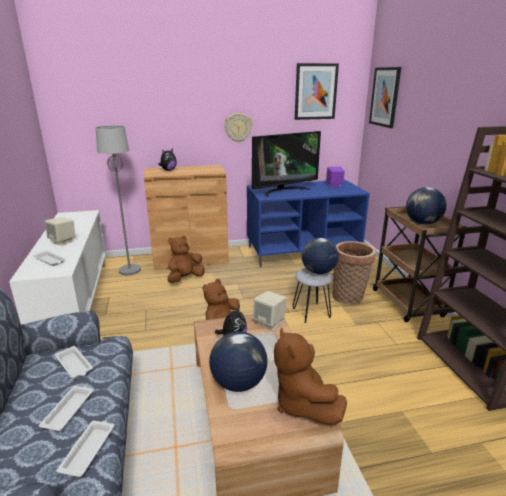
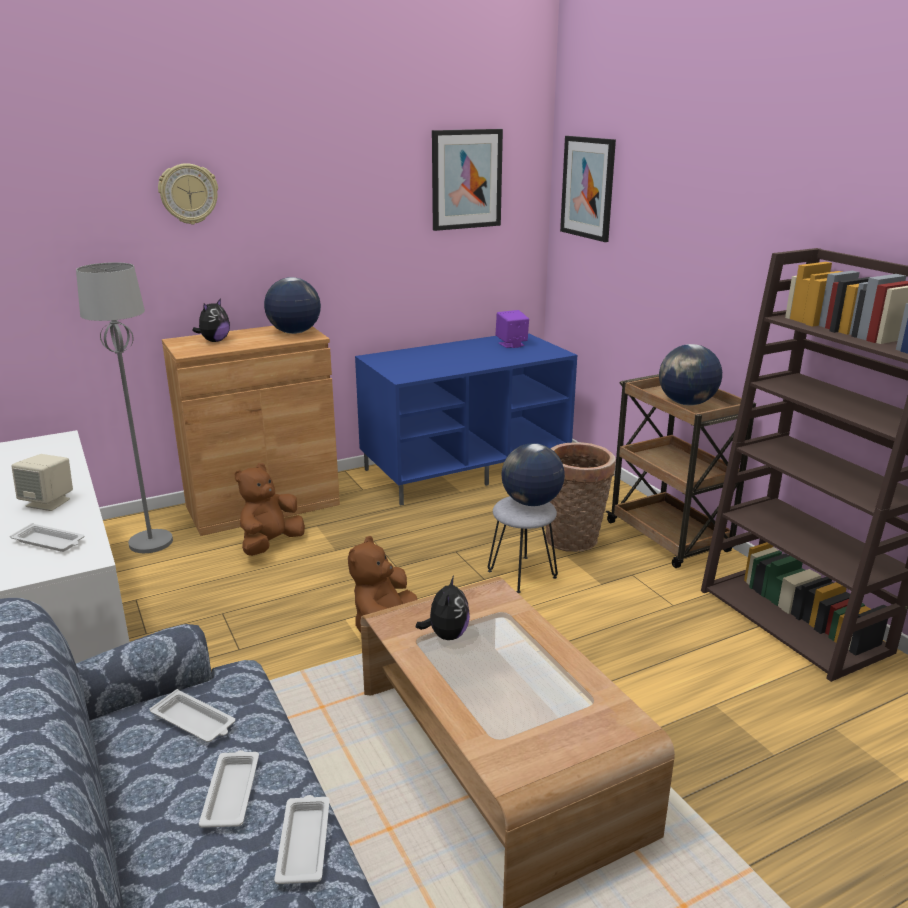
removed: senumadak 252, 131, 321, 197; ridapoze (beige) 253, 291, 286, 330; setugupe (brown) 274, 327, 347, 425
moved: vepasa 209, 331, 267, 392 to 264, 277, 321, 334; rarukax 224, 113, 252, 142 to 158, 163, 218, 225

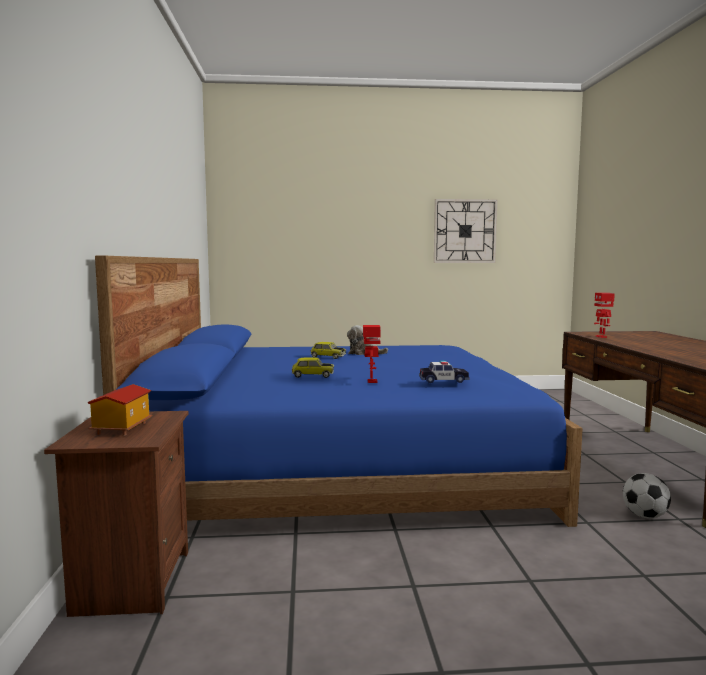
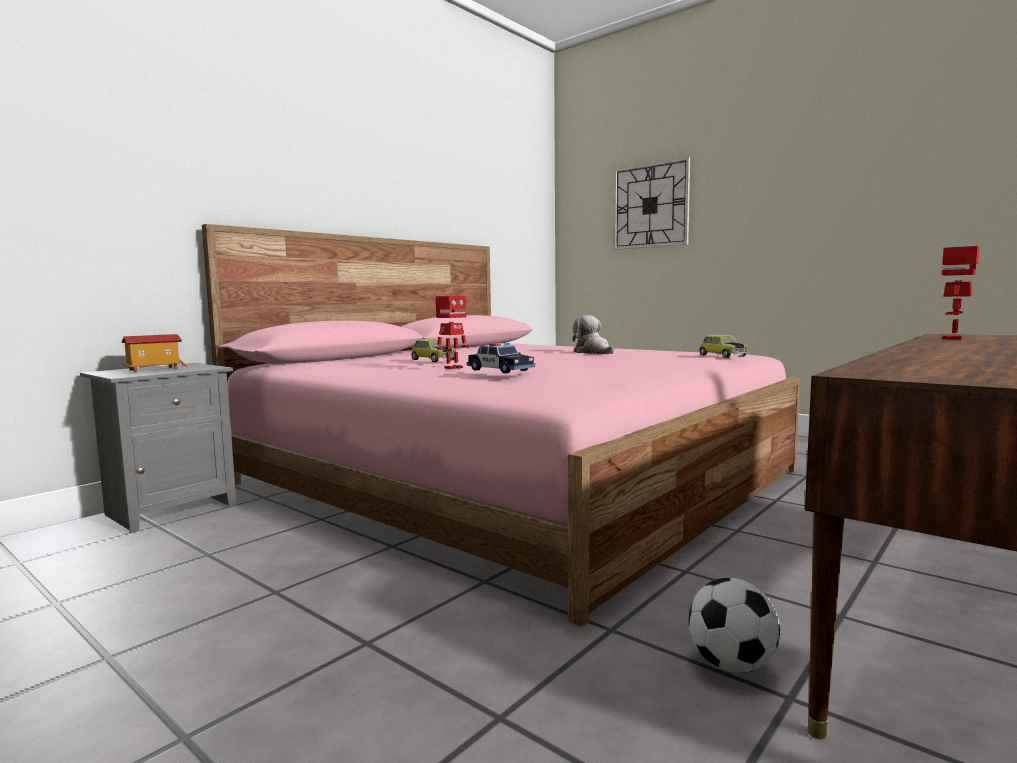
moved: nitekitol 310, 342, 346, 359 to 699, 335, 748, 358; rarukax 434, 199, 497, 263 to 613, 157, 690, 250
recoloured: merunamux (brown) 44, 411, 188, 617 to merunamux (grey) 80, 363, 237, 534; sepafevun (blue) 95, 256, 583, 527 to sepafevun (pink) 202, 224, 800, 627

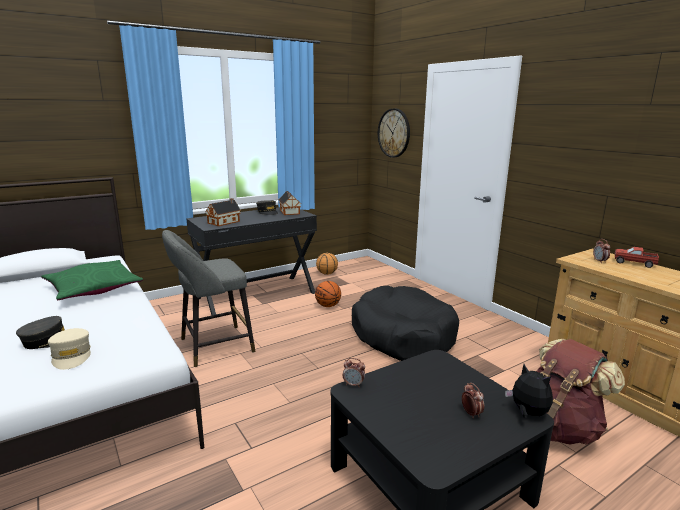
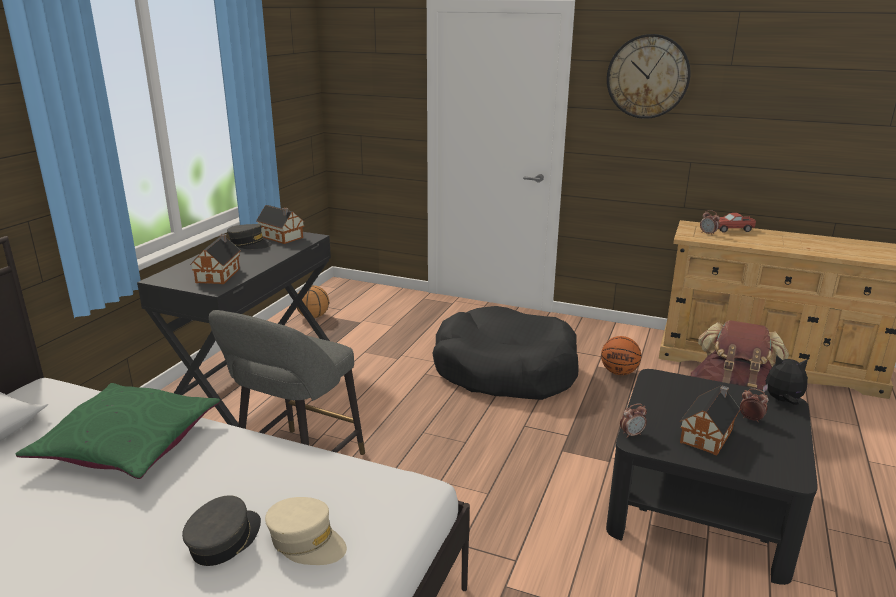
added: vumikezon 680, 386, 740, 456
moved: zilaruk 315, 281, 341, 307 to 601, 336, 641, 375; rarukax 378, 108, 410, 158 to 607, 34, 690, 119

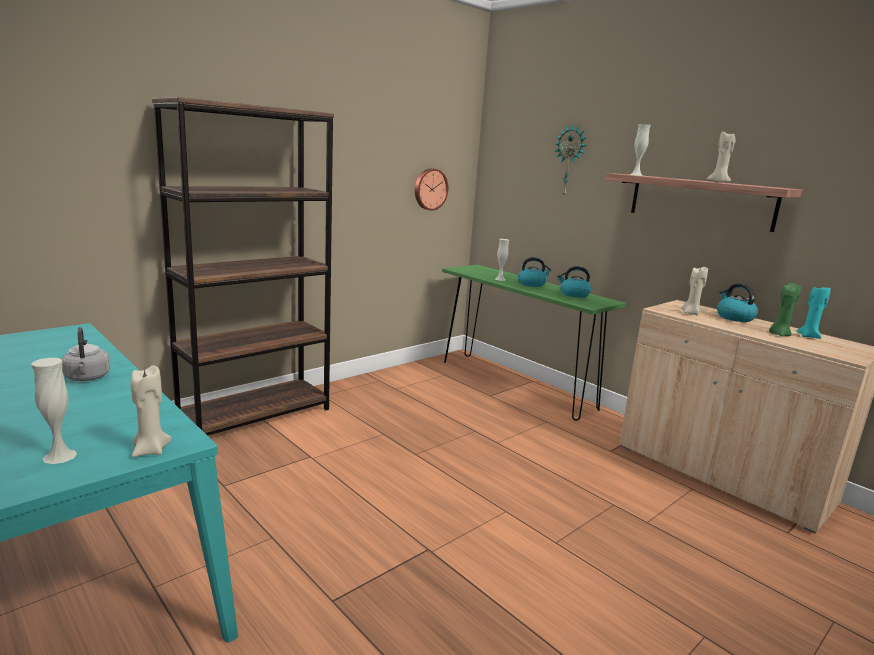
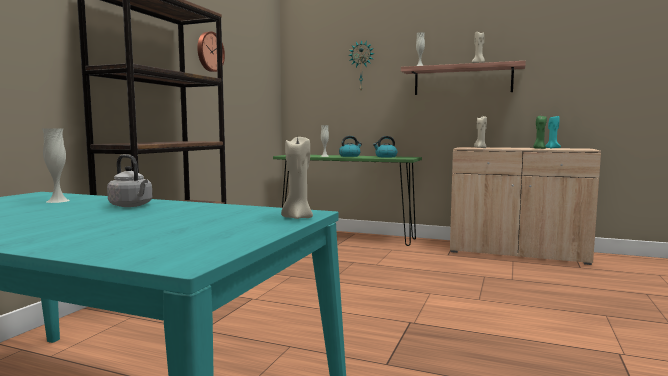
removed: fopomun 717, 283, 758, 322
moved: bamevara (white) 31, 358, 77, 464 to 42, 128, 70, 203; rarukax 415, 168, 448, 211 to 197, 31, 225, 72

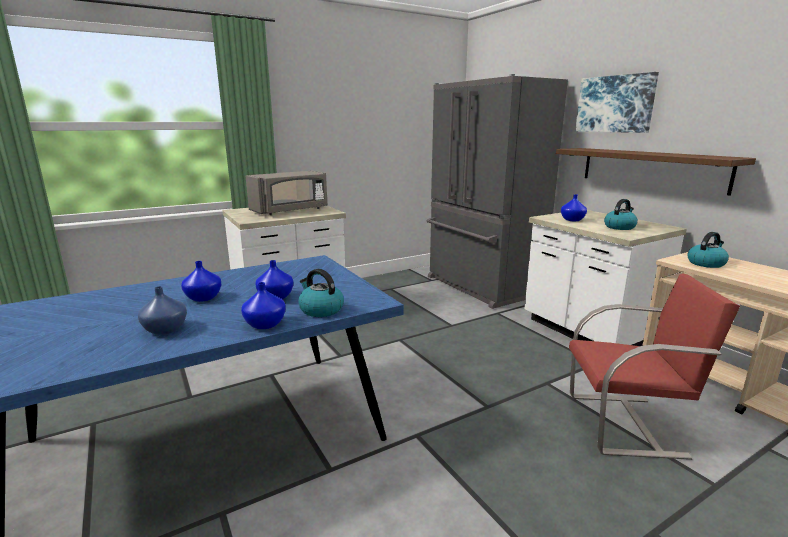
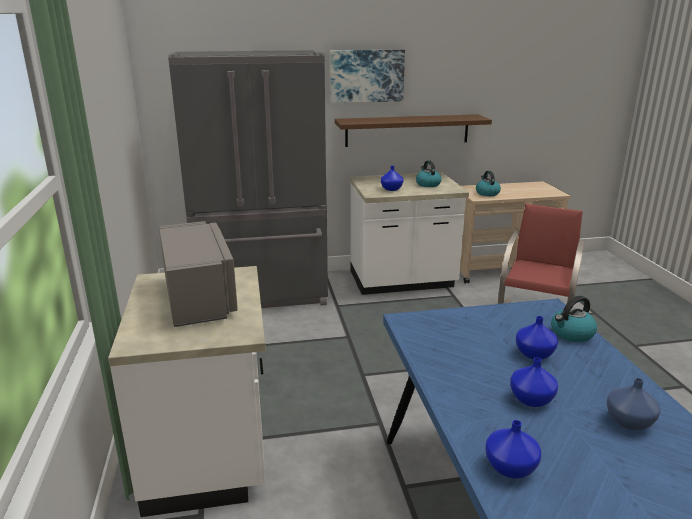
moved: bamevara (blue) 241, 282, 286, 329 to 485, 420, 541, 479

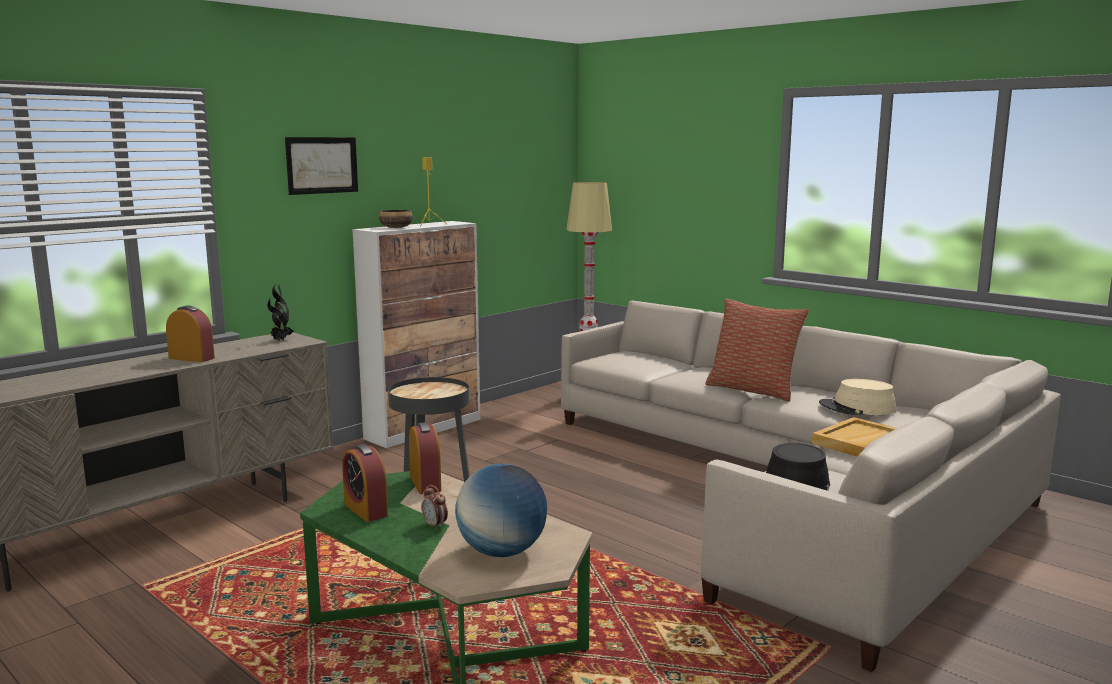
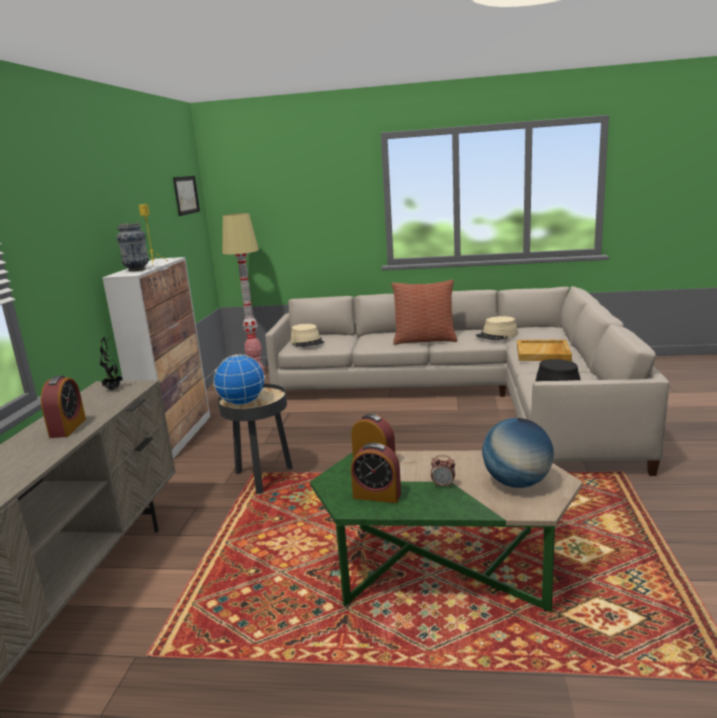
added: vepasa 214, 354, 265, 405; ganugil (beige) 290, 324, 324, 347
moved: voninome 285, 137, 358, 195 to 173, 176, 200, 216
replaced: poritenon 379, 210, 413, 228 to bamevara 117, 223, 149, 272
turned: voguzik 166, 305, 215, 362 = 41, 376, 86, 438 105 degrees clockwise

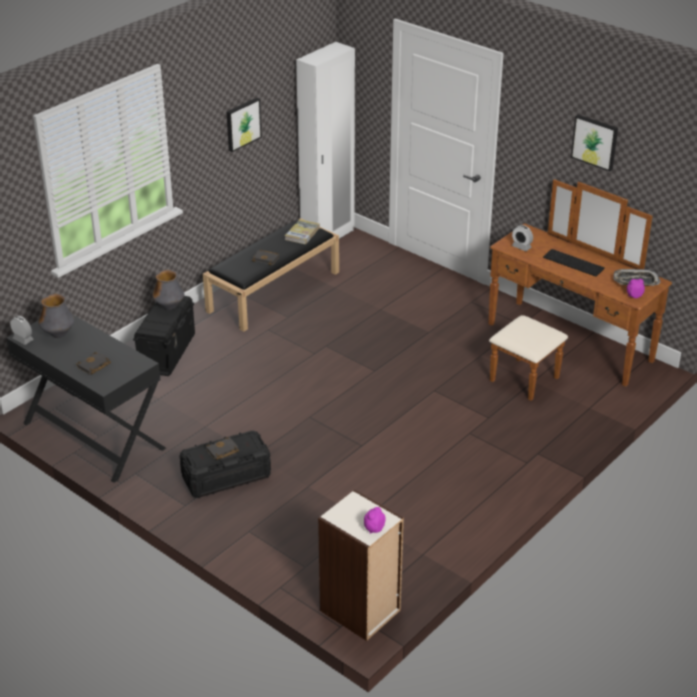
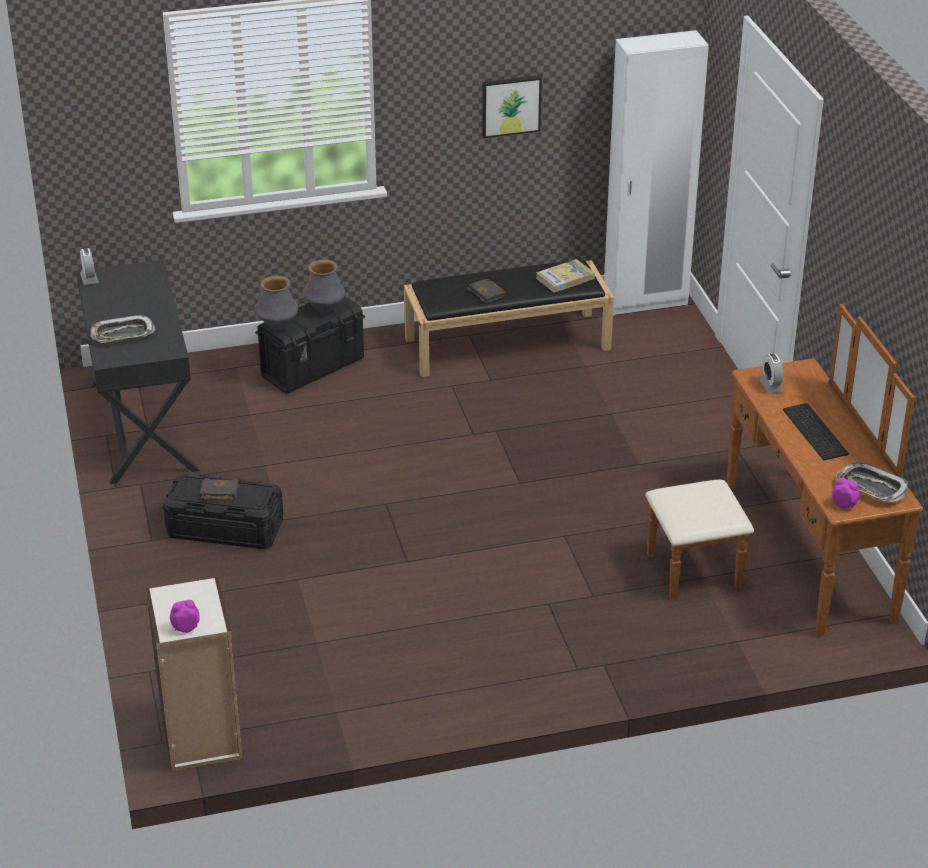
removed: voninome 571, 115, 618, 171
moved: bamevara 39, 294, 75, 338 to 255, 276, 298, 330
replaced: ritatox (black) 76, 352, 111, 375 to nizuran 90, 315, 156, 343

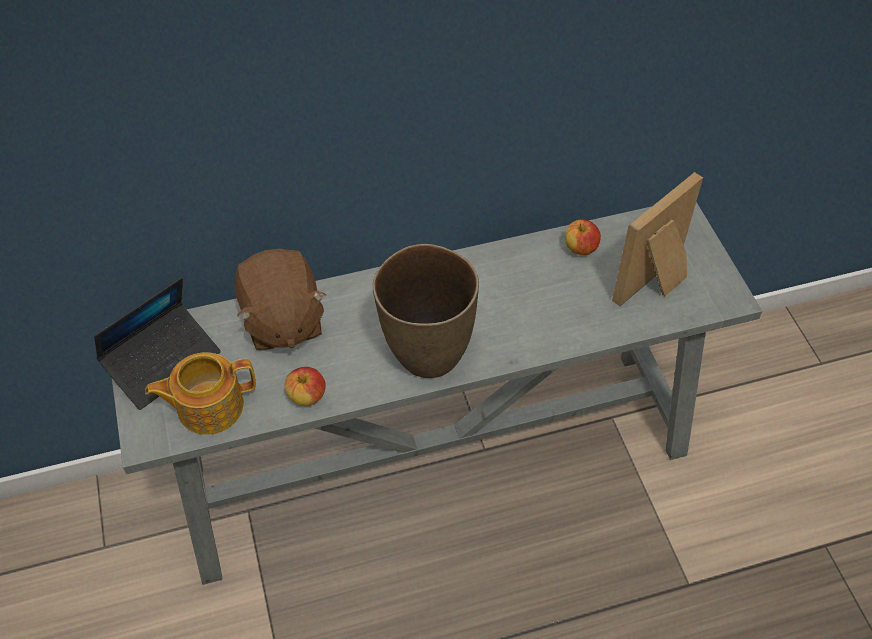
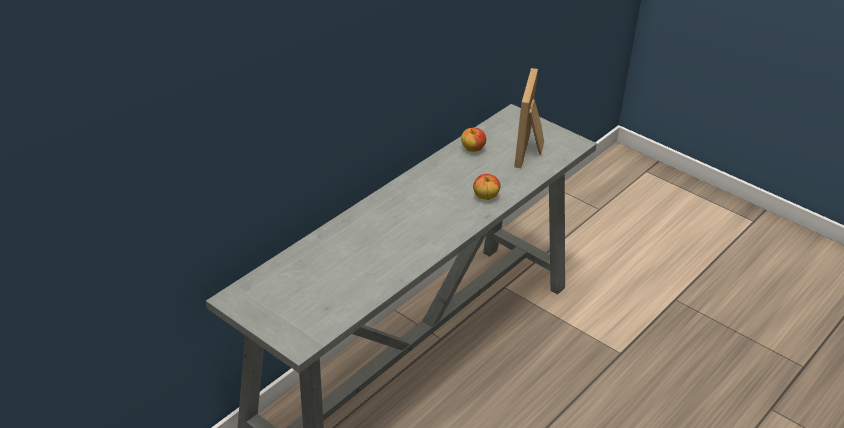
removed: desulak 94, 278, 221, 410; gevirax 145, 352, 256, 435; setugupe (brown) 235, 248, 326, 351; bamevara (brown) 373, 244, 479, 378
moved: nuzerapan 284, 367, 326, 406 to 473, 174, 501, 200

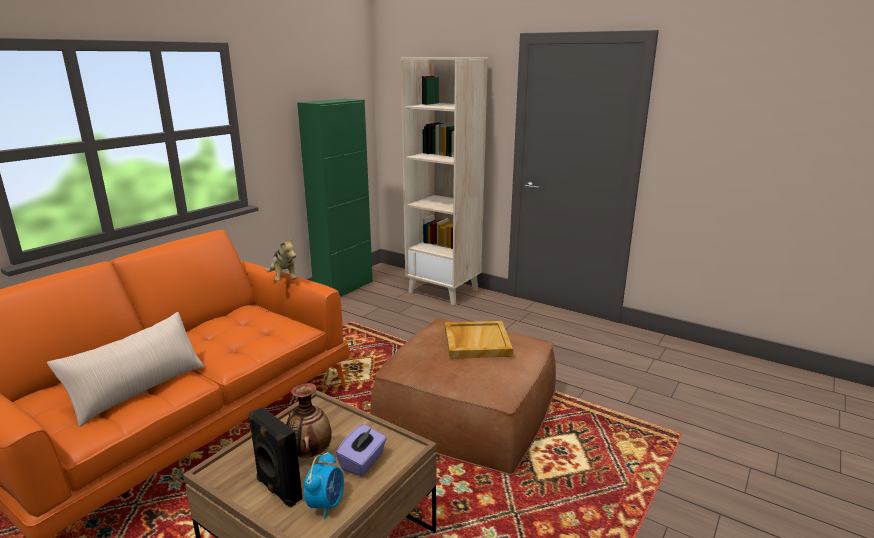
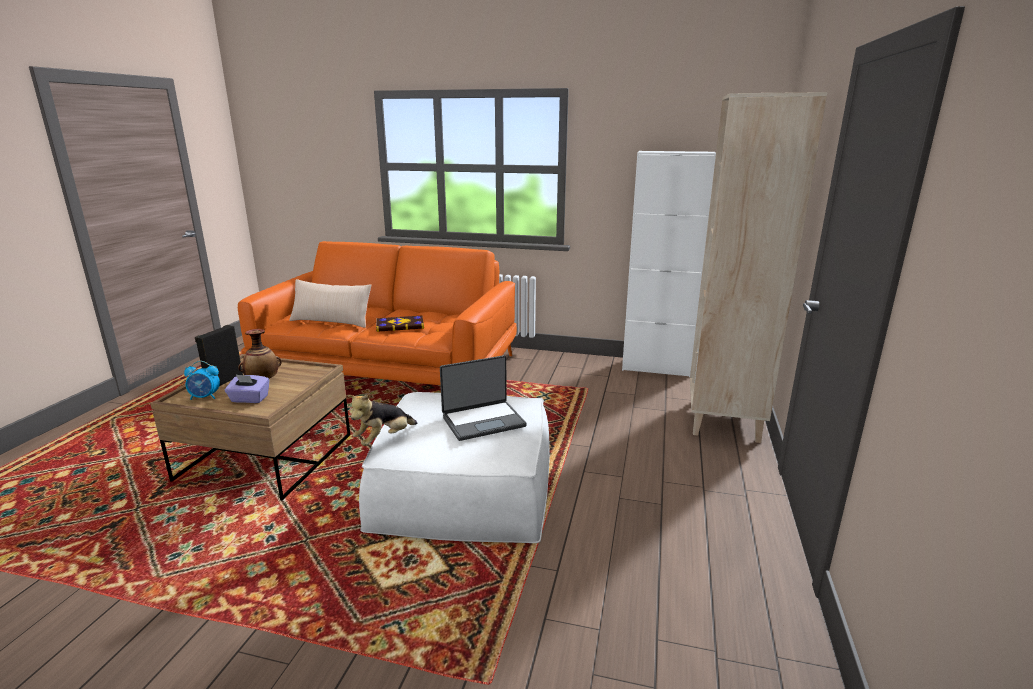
added: ritatox 376, 316, 424, 332
moved: setugupe 266, 237, 297, 281 to 348, 394, 418, 446
replaced: nizuran (beige) 445, 321, 513, 359 to desulak 440, 355, 527, 441
recoloured: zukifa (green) 297, 99, 373, 297 to zukifa (white) 622, 151, 716, 377; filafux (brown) 371, 318, 556, 475 to filafux (white) 359, 392, 550, 543

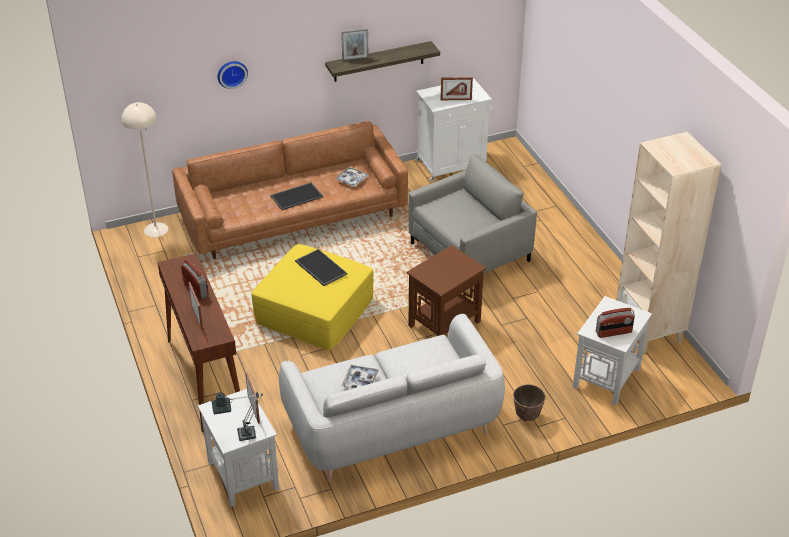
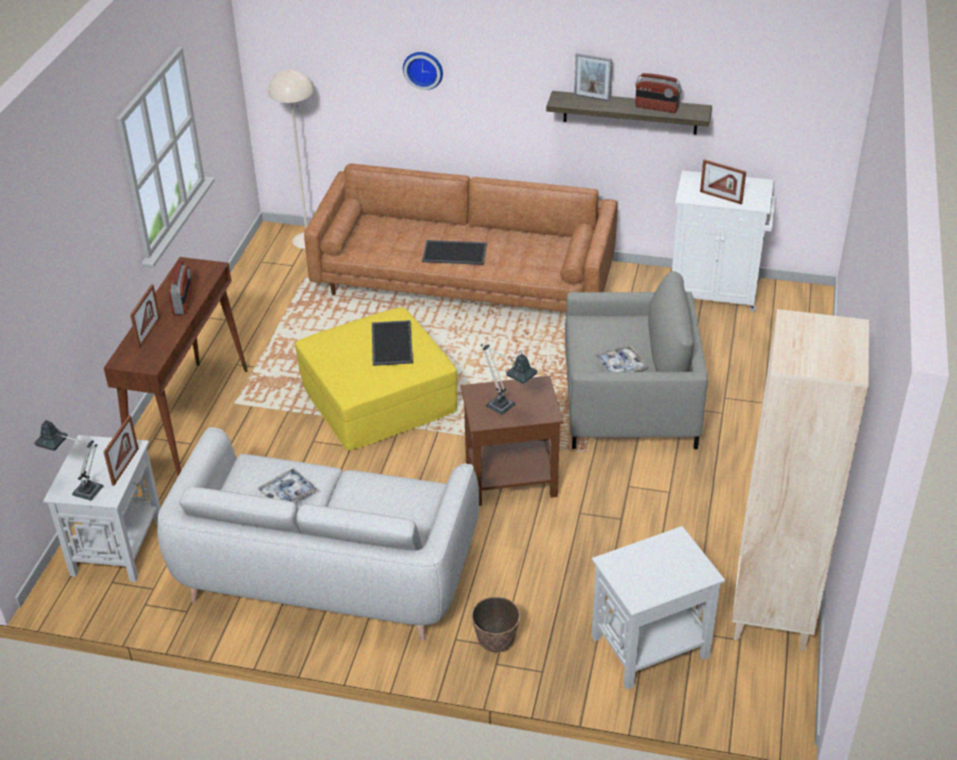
added: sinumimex 480, 344, 537, 415
moved: nizuran 335, 166, 369, 187 to 595, 345, 648, 372; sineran 596, 308, 635, 338 to 635, 73, 682, 113

